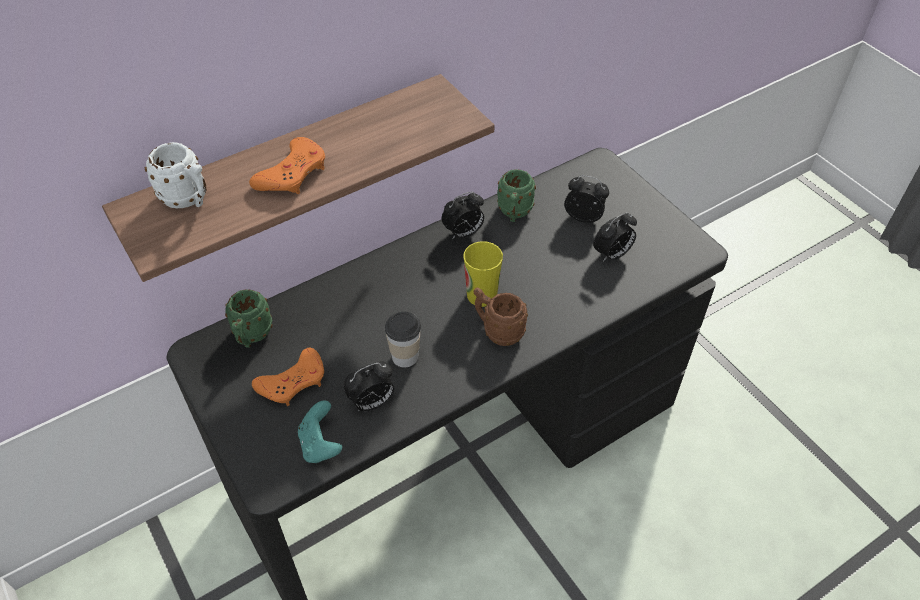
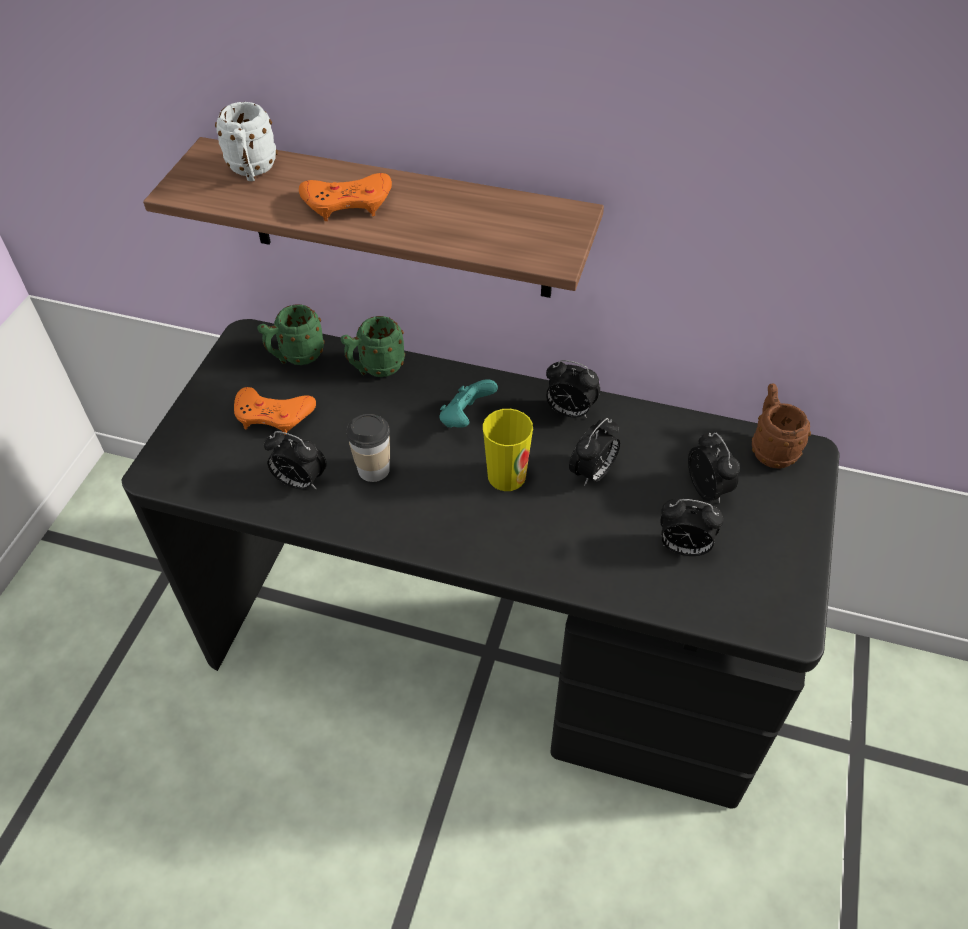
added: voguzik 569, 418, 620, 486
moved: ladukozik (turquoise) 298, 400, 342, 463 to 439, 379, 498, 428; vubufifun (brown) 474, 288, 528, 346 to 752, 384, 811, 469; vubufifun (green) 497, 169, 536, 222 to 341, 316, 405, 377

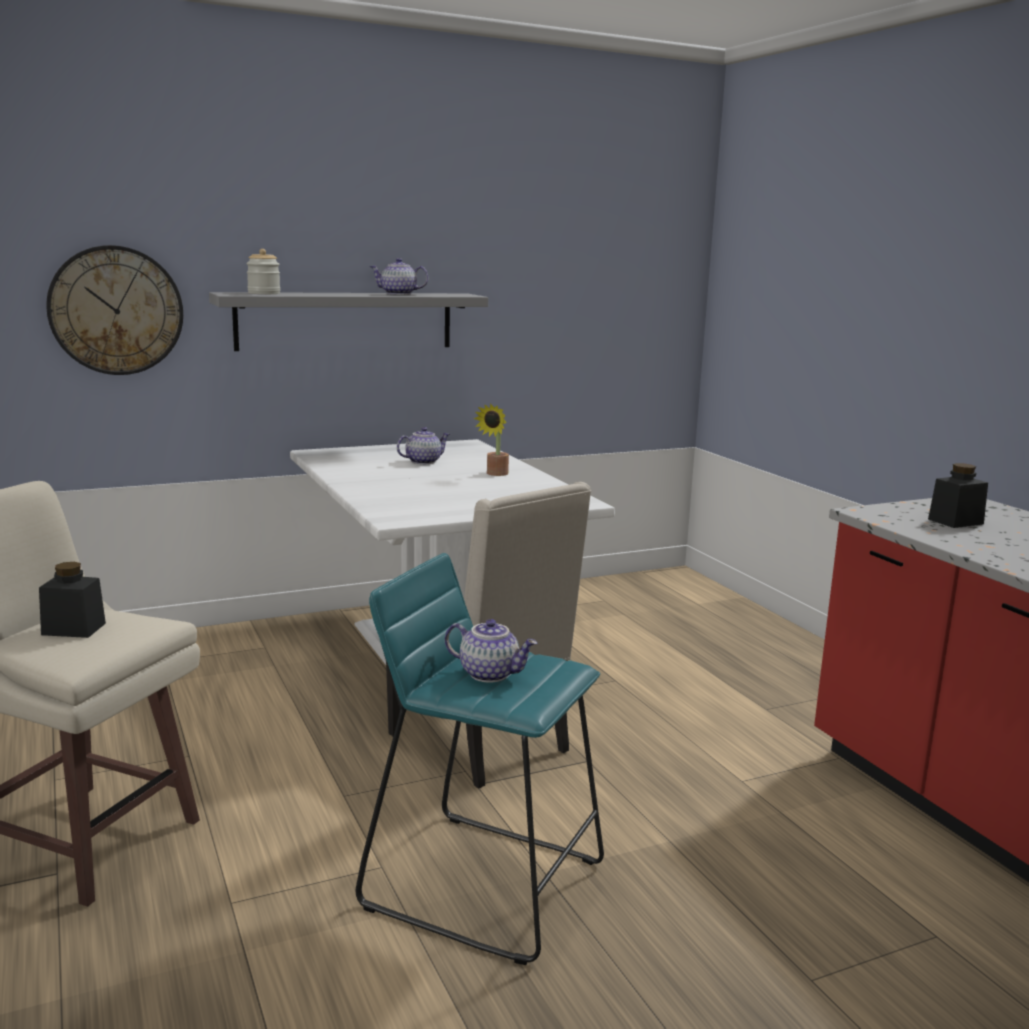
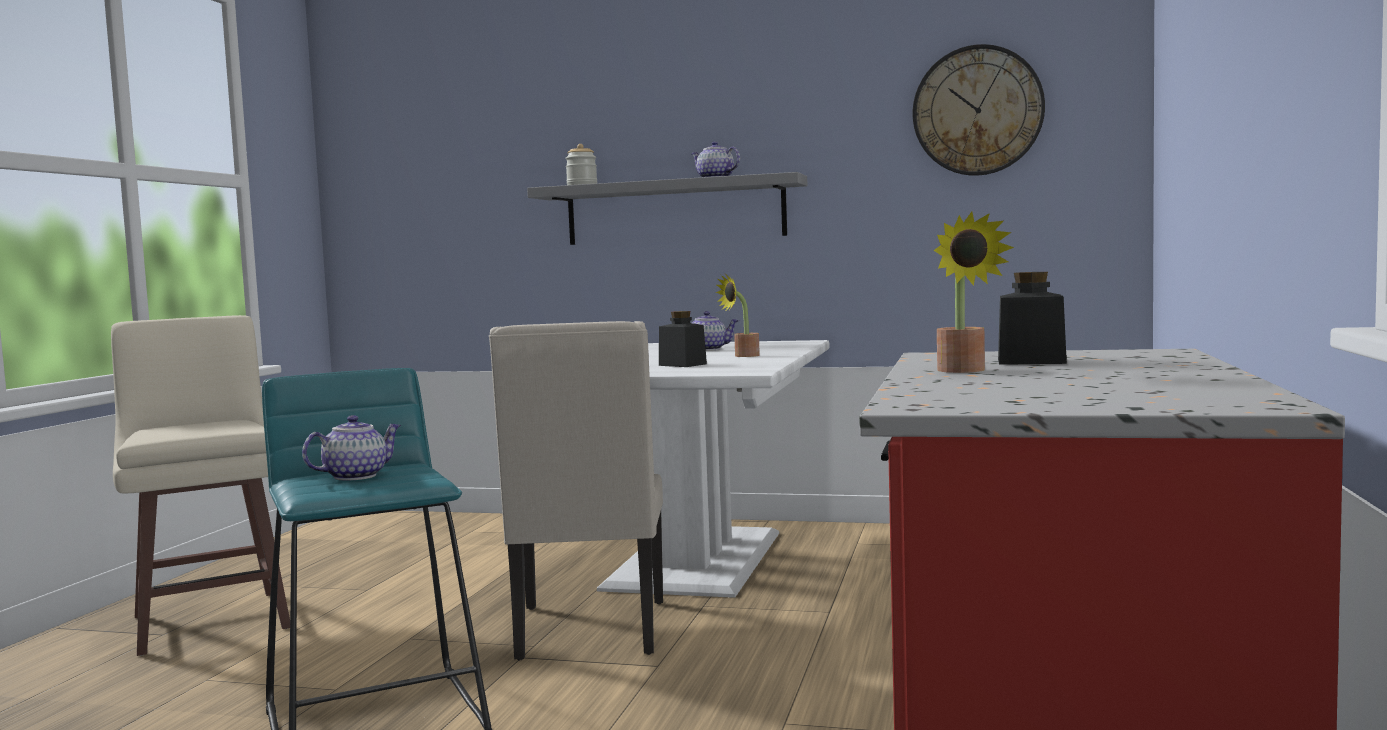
added: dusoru 934, 212, 1014, 373
moved: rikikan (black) 39, 562, 106, 638 to 659, 311, 707, 367; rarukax 46, 245, 183, 375 to 913, 44, 1045, 176
turned: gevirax 445, 619, 537, 682 = 302, 415, 401, 480 105 degrees counterclockwise

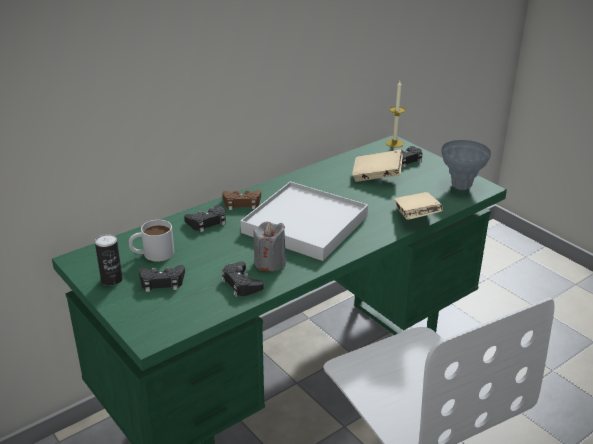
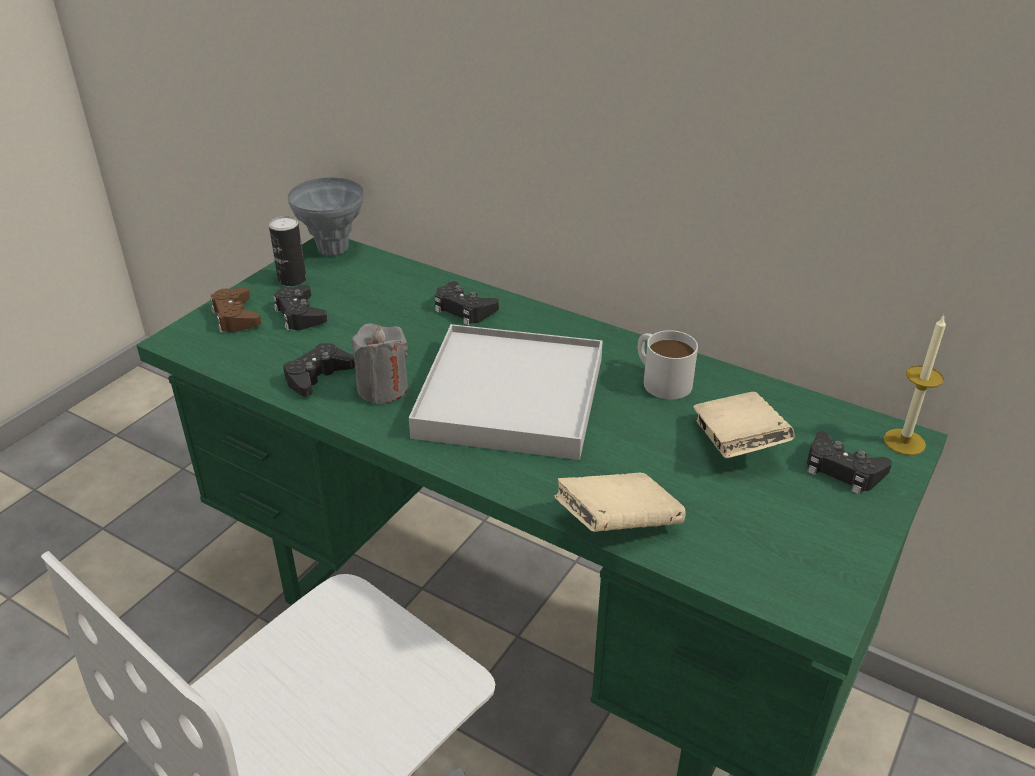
moved: vubufifun (white) 129, 220, 174, 262 to 638, 330, 698, 399; ladukozik (brown) 222, 190, 261, 210 to 210, 287, 261, 333; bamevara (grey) 442, 140, 491, 190 to 288, 178, 364, 256

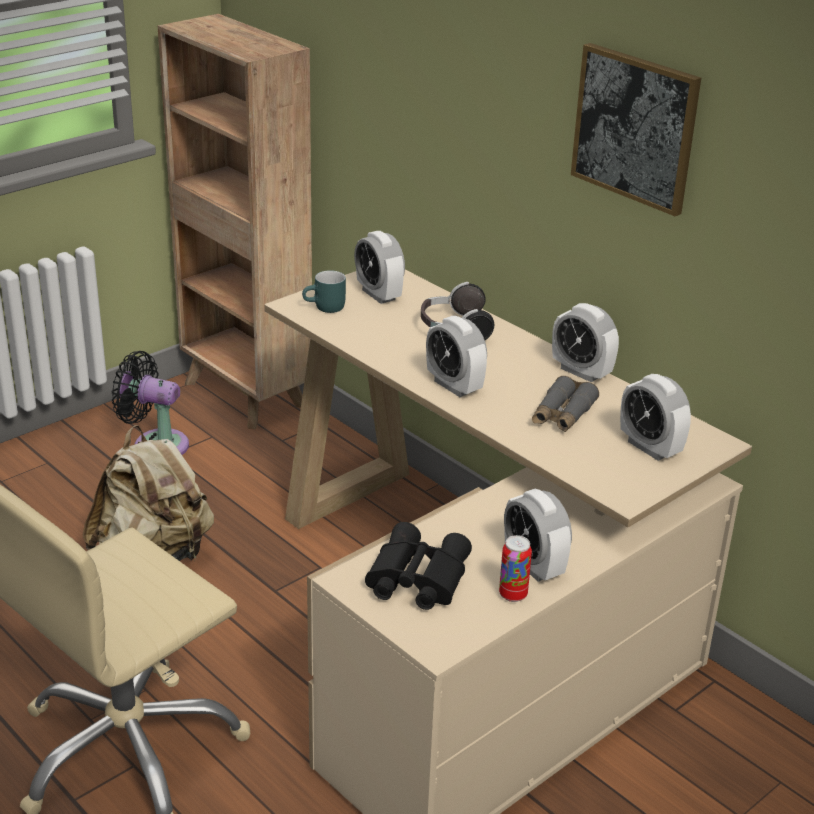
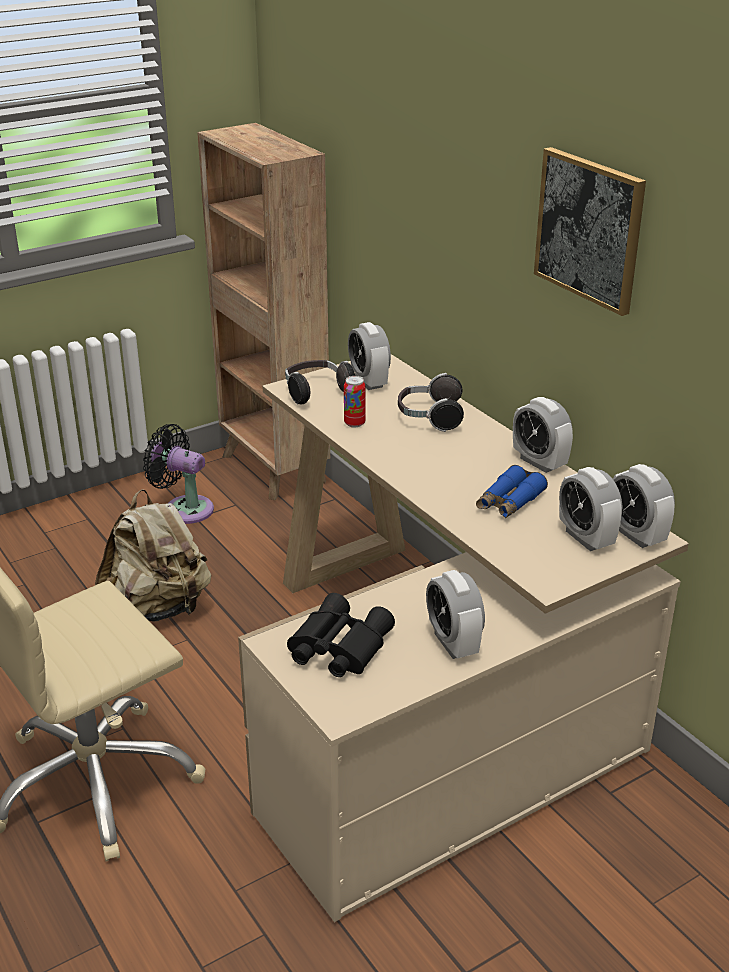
moved: voguzik 426, 316, 487, 397 to 613, 464, 675, 548; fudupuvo 499, 535, 532, 602 to 344, 376, 365, 427
replaced: vubufifun (turquoise) 302, 270, 346, 313 to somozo 285, 360, 355, 404
recoloured: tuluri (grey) 532, 376, 599, 432 to tuluri (blue) 476, 465, 548, 518

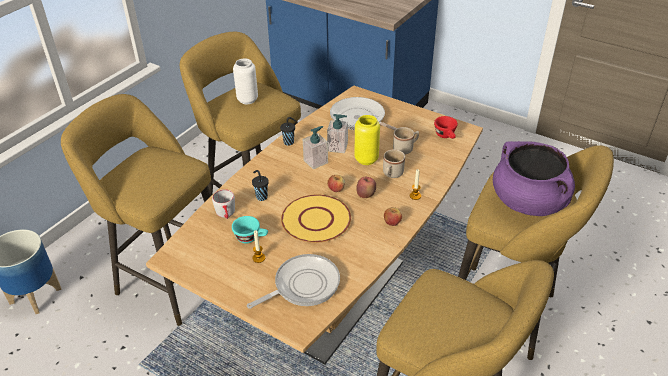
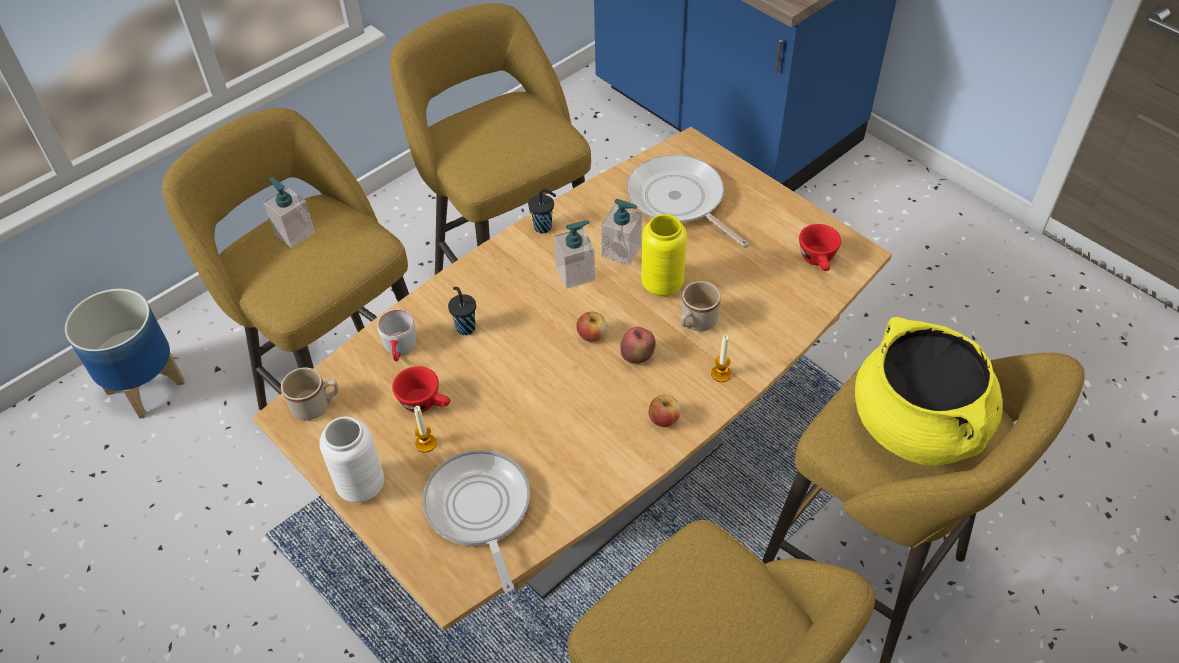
removed: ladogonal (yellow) 281, 195, 351, 243
added: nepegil 263, 177, 315, 248
moved: bamevara (white) 233, 59, 258, 104 to 319, 417, 384, 503; vubufifun (beige) 393, 127, 419, 154 to 281, 368, 339, 420
recoloured: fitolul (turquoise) 232, 216, 268, 244 to fitolul (red) 392, 366, 451, 413; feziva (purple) 493, 141, 575, 216 to feziva (yellow) 855, 317, 1003, 466
turned: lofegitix 247, 254, 340, 309 = 422, 450, 530, 592 90 degrees counterclockwise

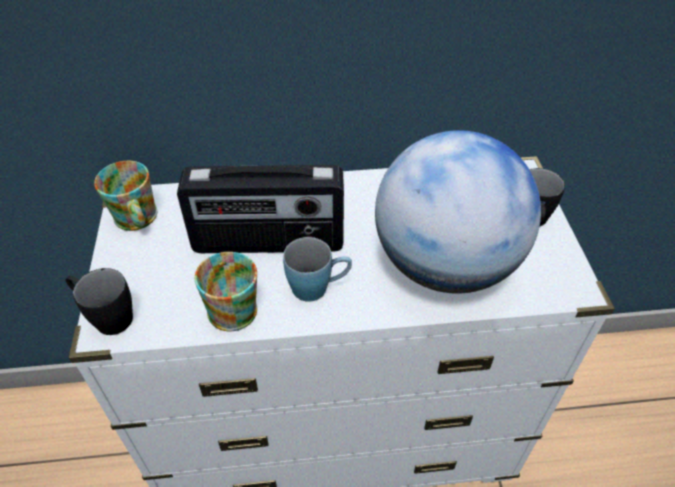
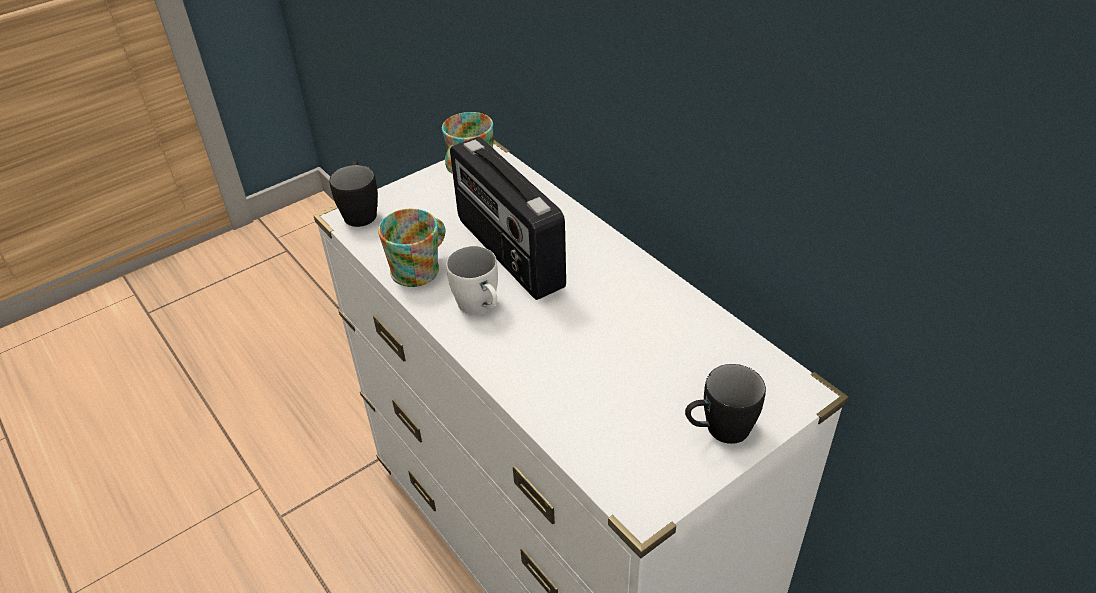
removed: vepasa 375, 130, 541, 294
recoloured: vubufifun (blue) 283, 237, 352, 302 to vubufifun (white) 446, 246, 498, 315

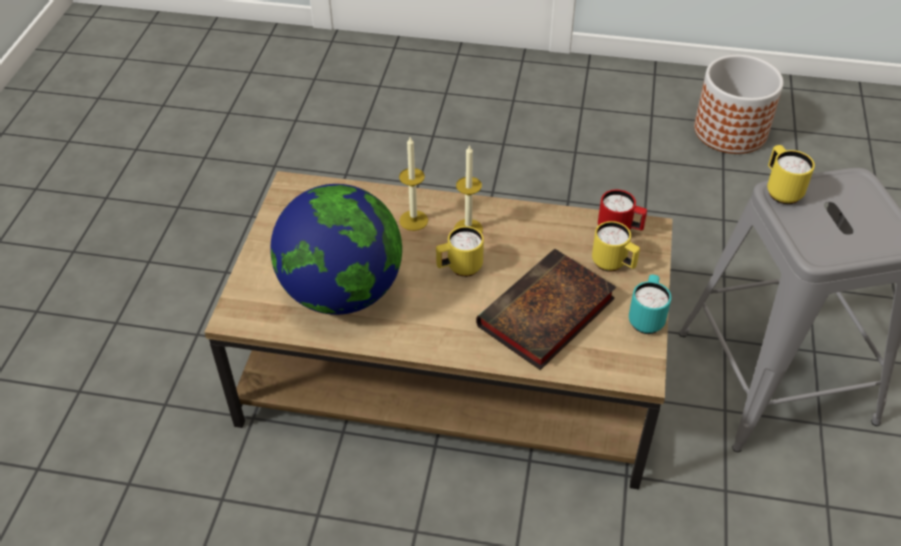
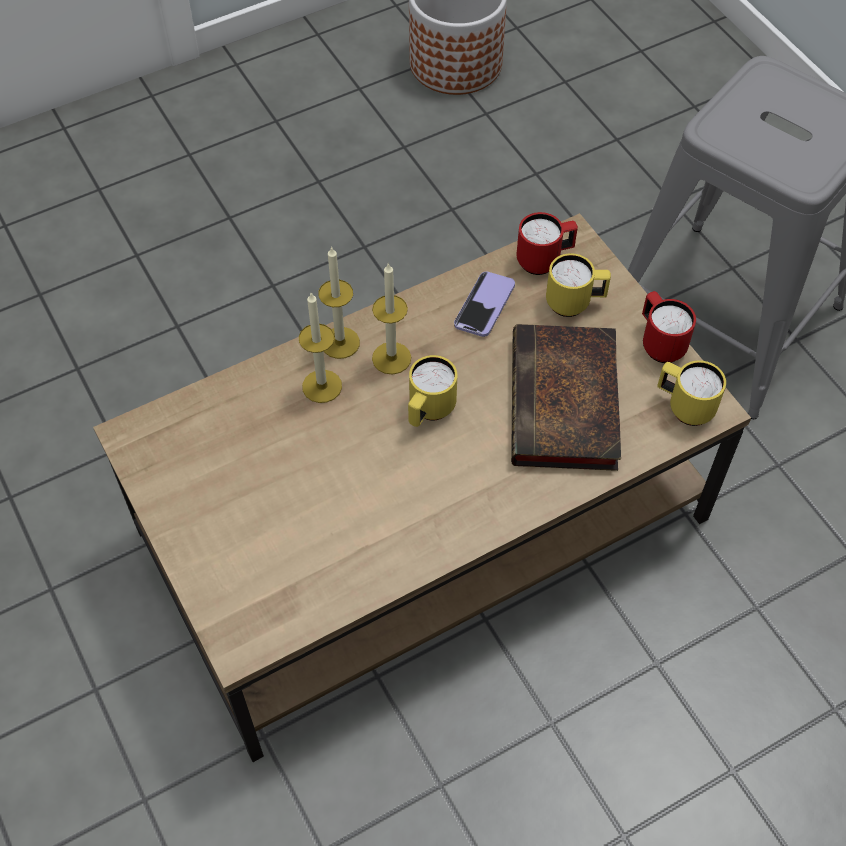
removed: vepasa 270, 184, 402, 315
added: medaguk 319, 246, 360, 359; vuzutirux 454, 272, 515, 337
moved: vubufifun (yellow) 767, 145, 815, 204 to 657, 360, 726, 426
recoloured: vubufifun (turquoise) 629, 275, 671, 334 to vubufifun (red) 642, 291, 696, 363

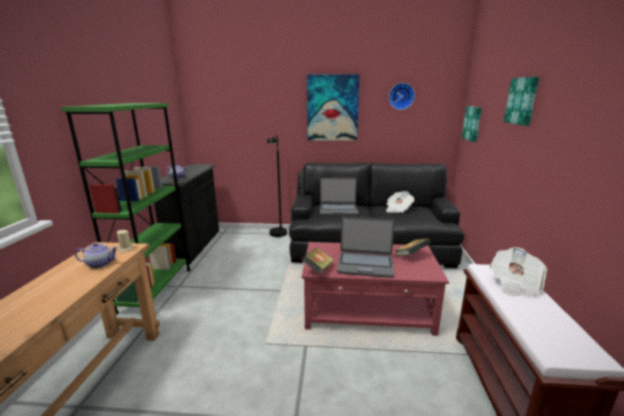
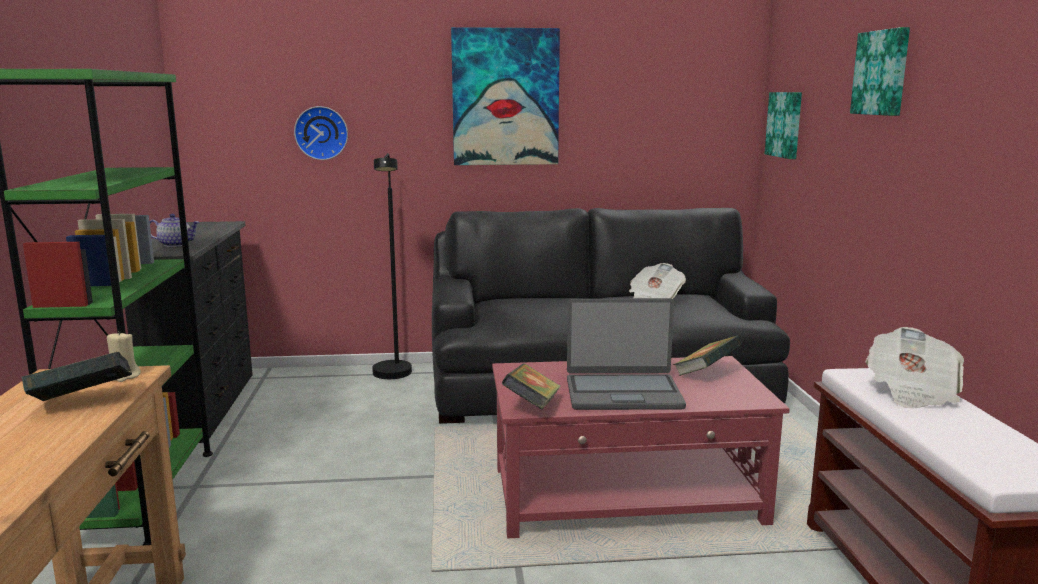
removed: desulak 320, 178, 359, 215
moved: rarukax 389, 83, 415, 110 to 294, 106, 348, 160
replaced: gevirax 75, 243, 118, 268 to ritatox 21, 352, 132, 401

